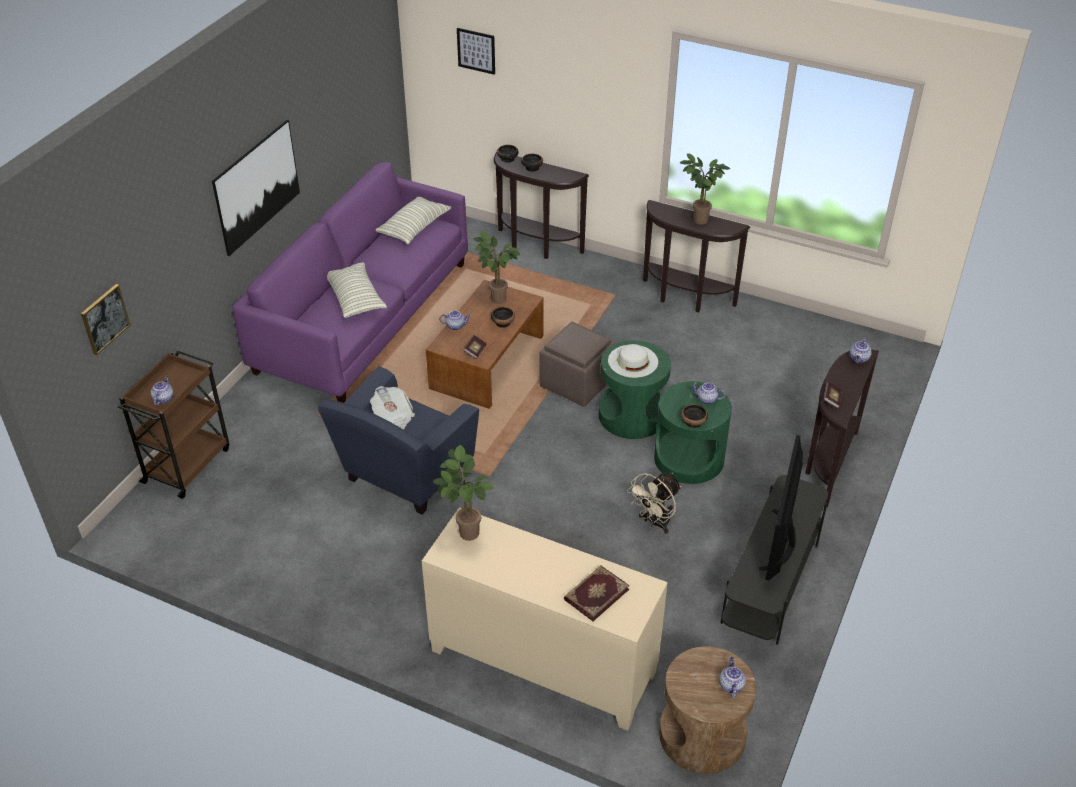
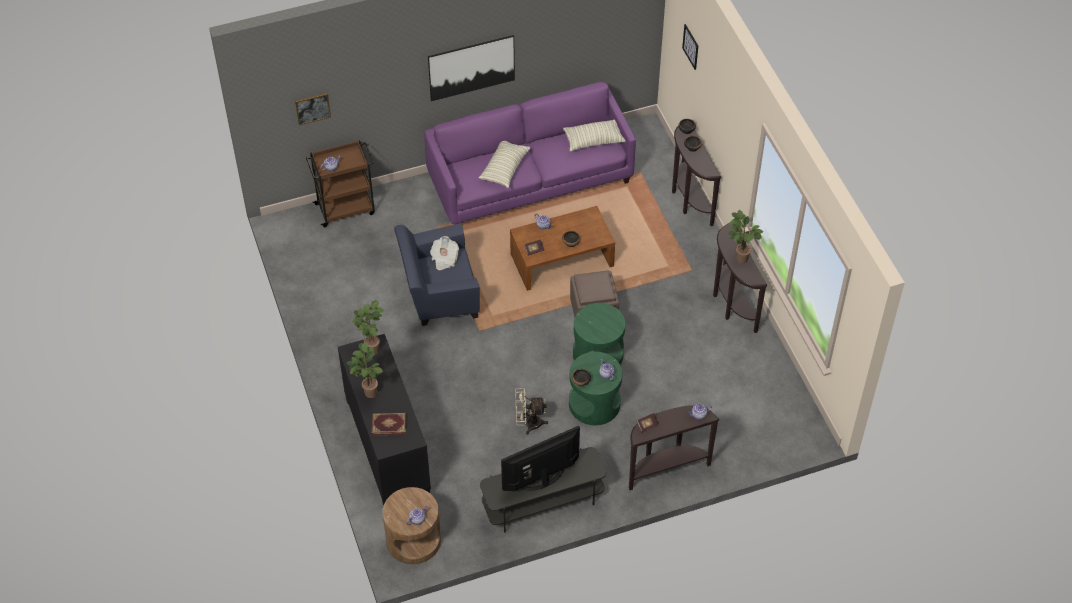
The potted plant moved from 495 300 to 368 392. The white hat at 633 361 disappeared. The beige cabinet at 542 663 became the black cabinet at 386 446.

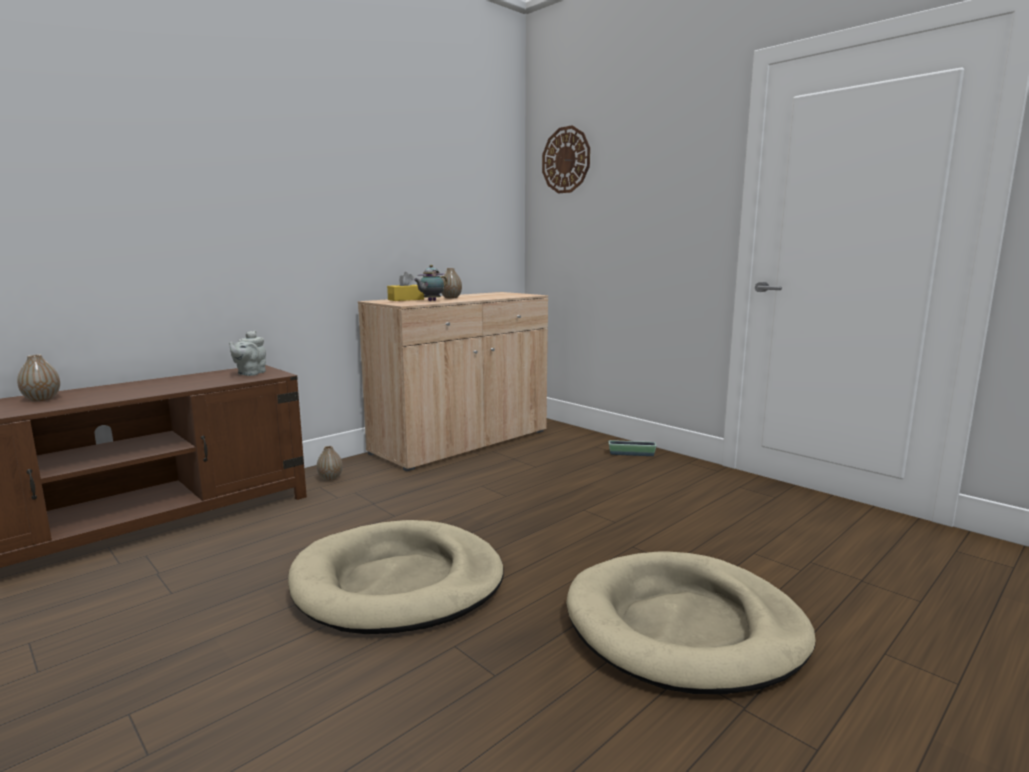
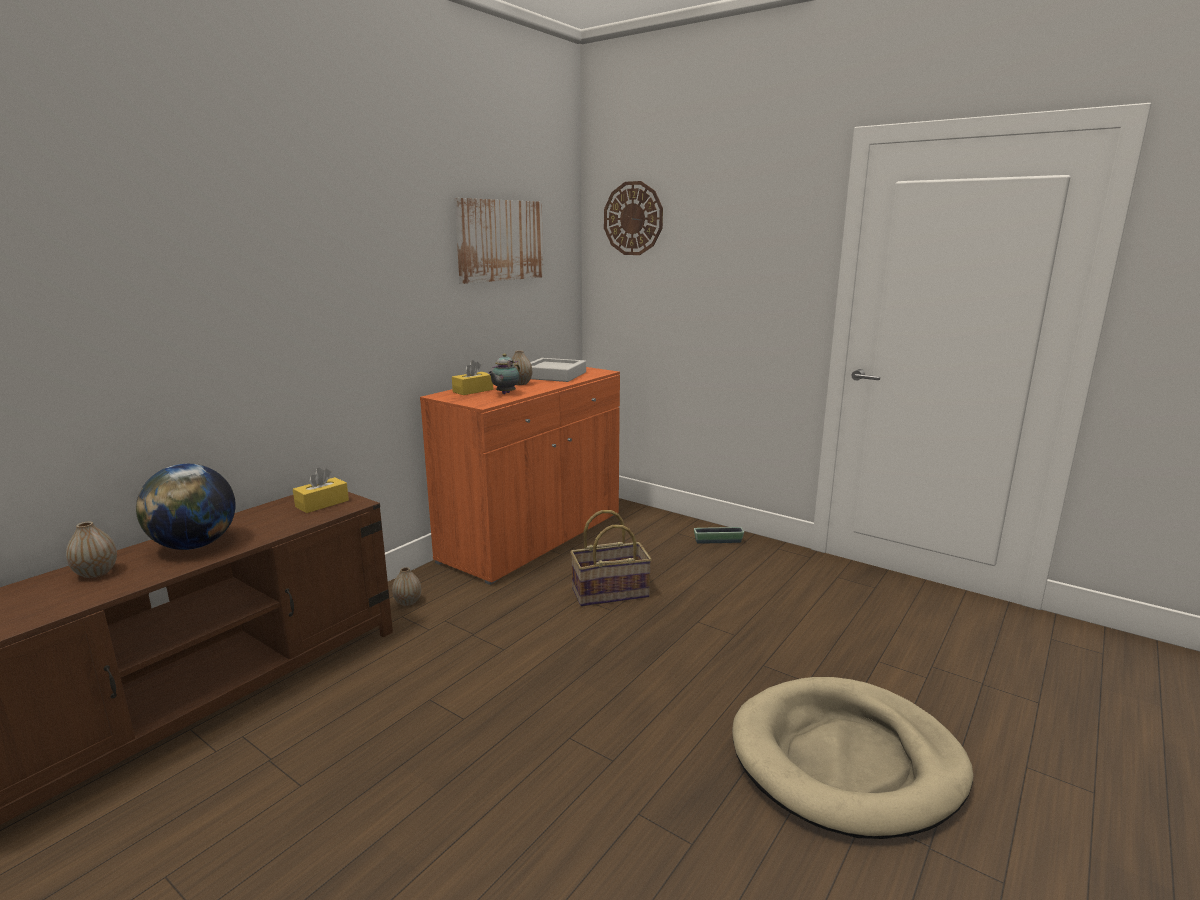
The beige cabinet at 461 442 became the orange cabinet at 533 537. The grey teapot at 250 373 was replaced by the yellow tissue box at 322 503. The beige dog bed at 398 583 disappeared. The picture at 499 240 appeared. The grey tray at 554 375 appeared. The globe at 194 545 appeared. The basket at 610 592 appeared.

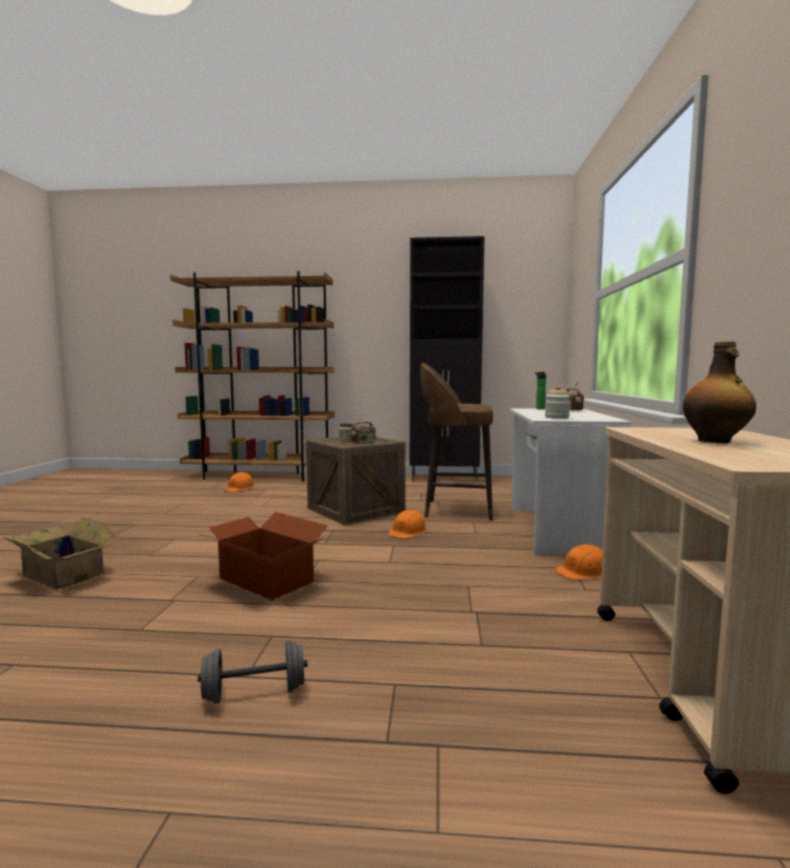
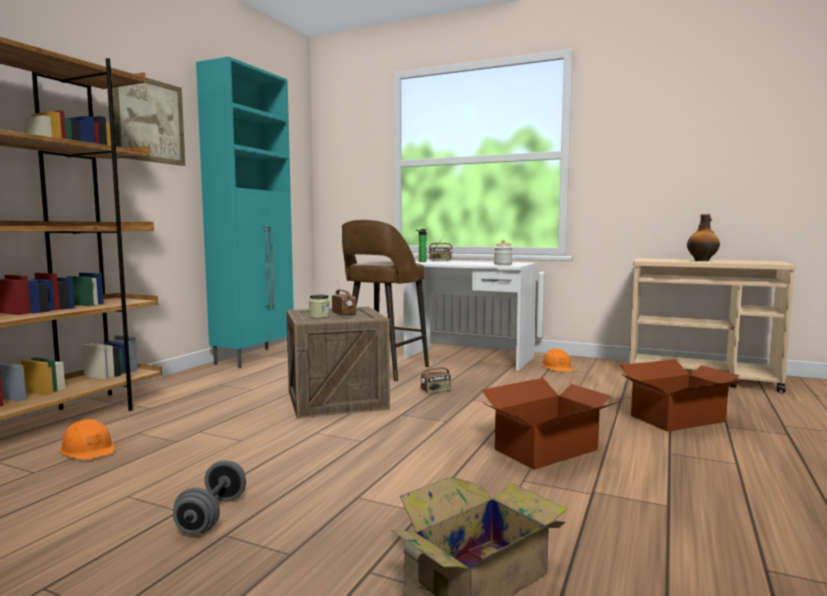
The black cabinet at 445 478 became the turquoise cabinet at 255 357. The orange hard hat at 408 531 was replaced by the radio at 436 391. The grey dumbbell moved from 254 693 to 212 515. The picture at 149 120 appeared. The cardboard box at 679 419 appeared.

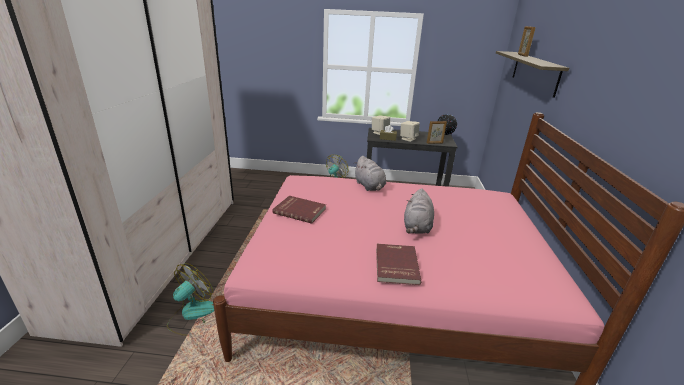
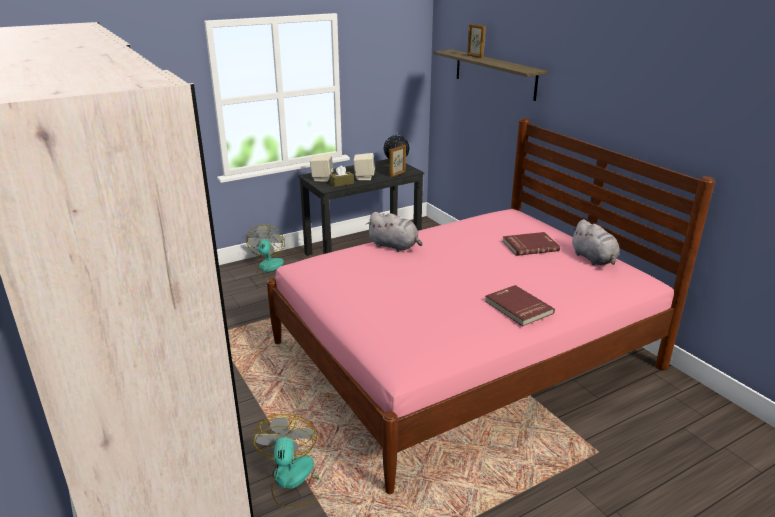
The grey plush toy moved from 417 227 to 594 259. The red book moved from 300 210 to 530 245.

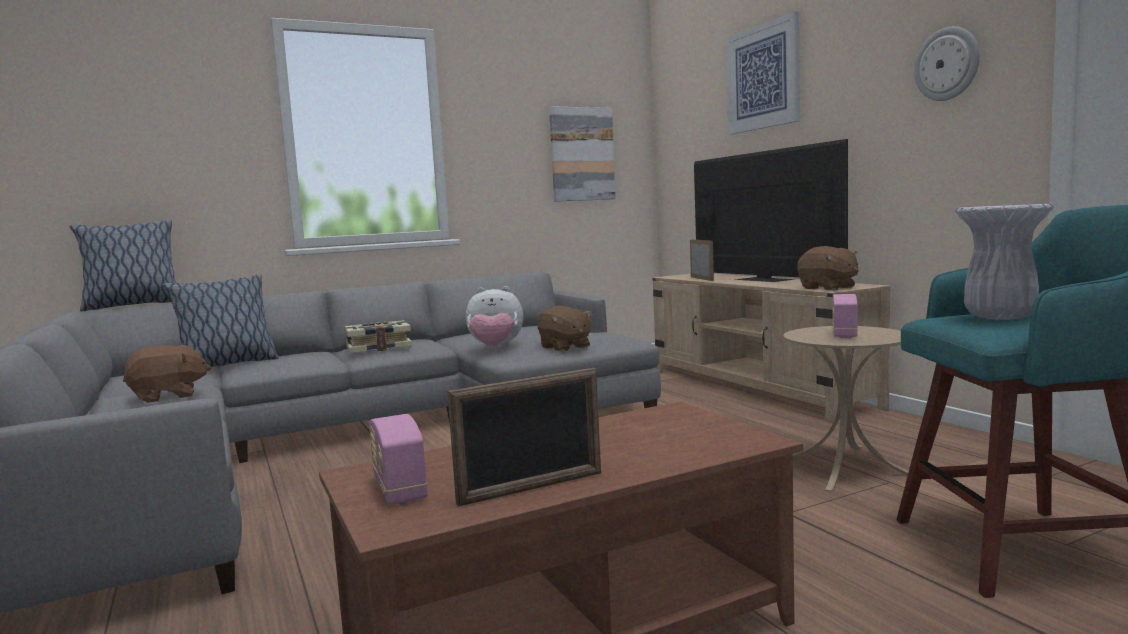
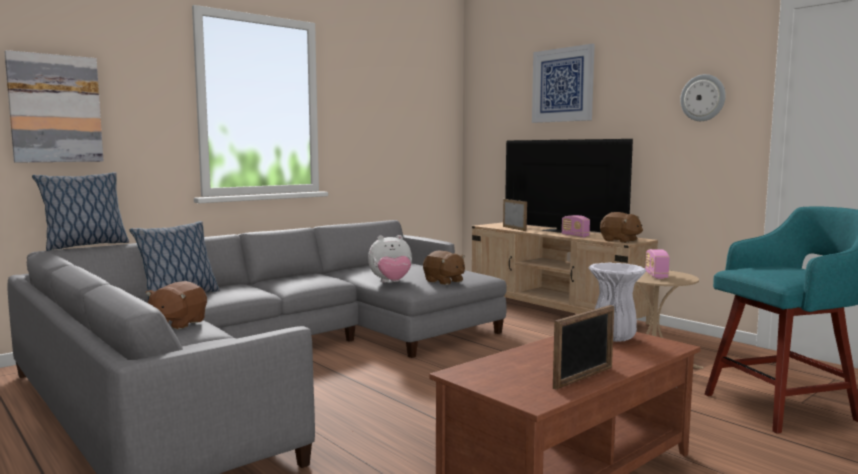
The picture moved from 582 154 to 55 109. The white vase moved from 998 317 to 613 338. The book at 378 347 disappeared. The brown plush toy at 168 396 turned 150 degrees clockwise. The radio moved from 399 489 to 575 236.

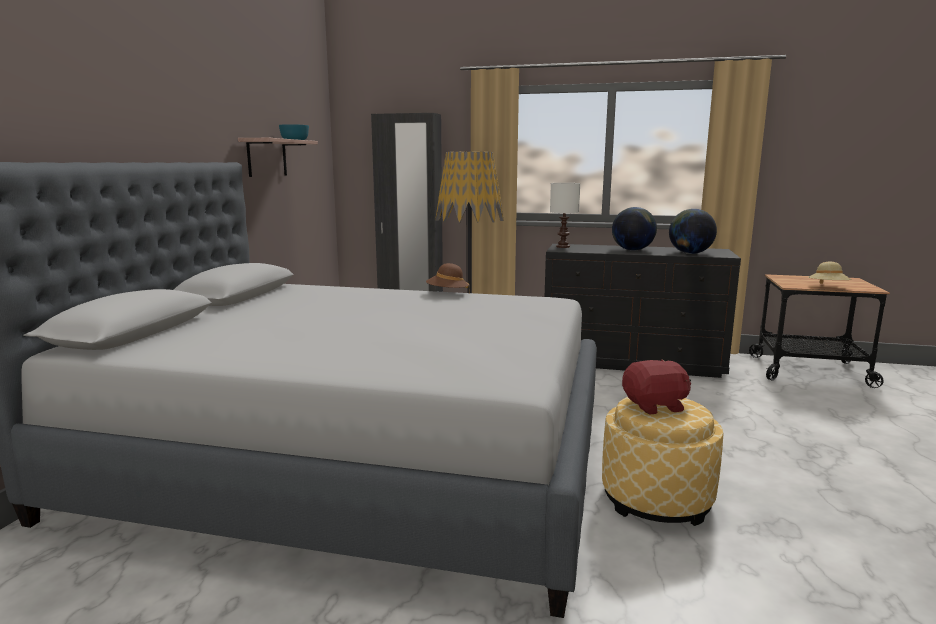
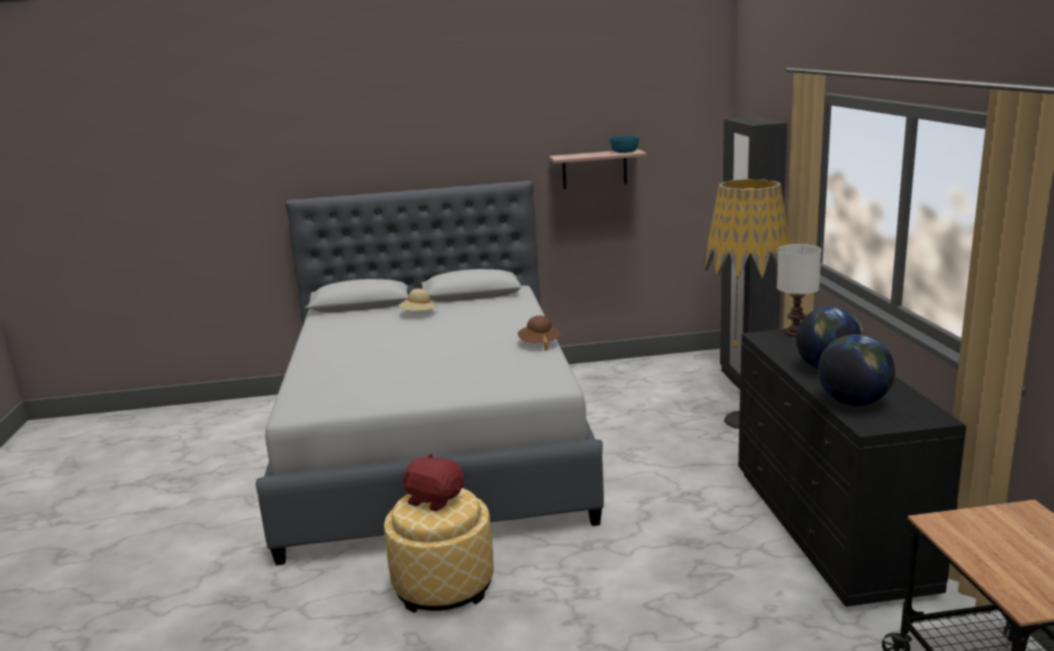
The beige hat moved from 828 287 to 418 314. The red plush toy at 655 406 turned 150 degrees clockwise.

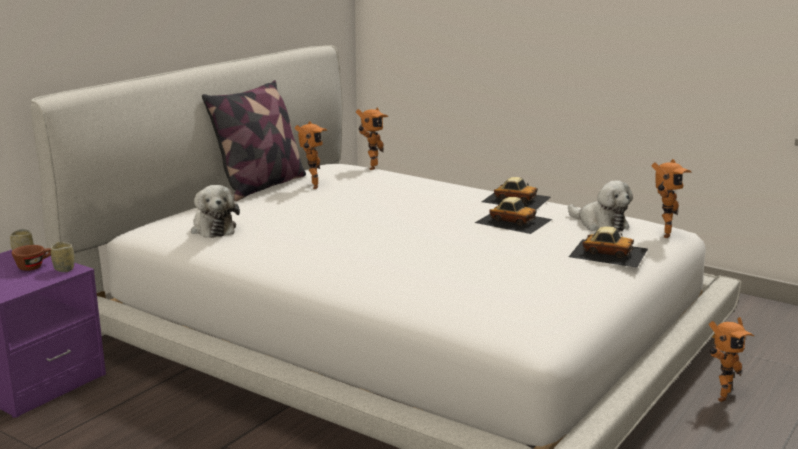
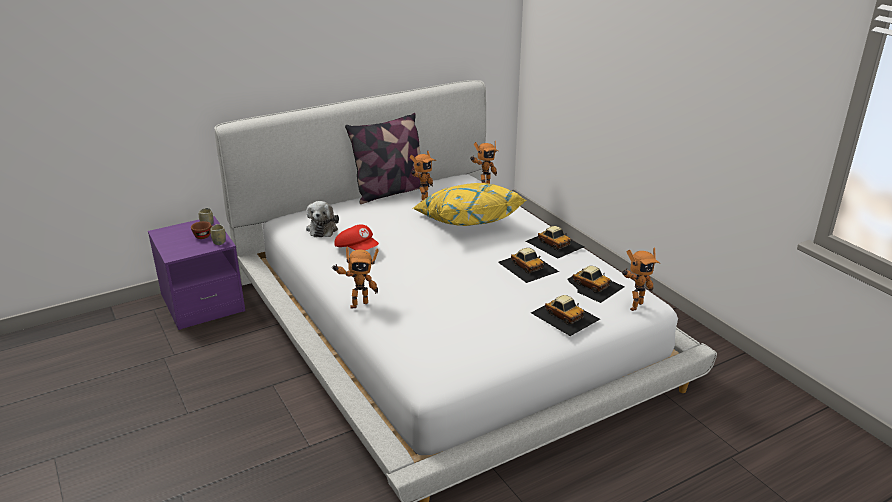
The plush toy at 600 224 was replaced by the toy car at 591 285. The toy robot moved from 720 395 to 358 304. The yellow pillow at 466 222 appeared. The red cap at 357 249 appeared.

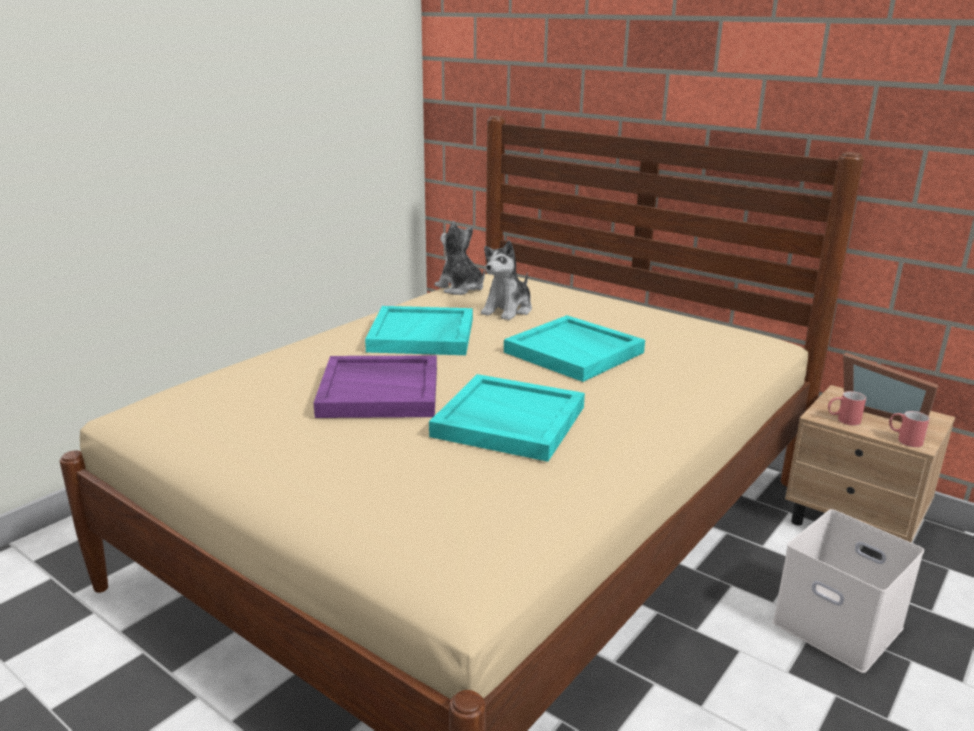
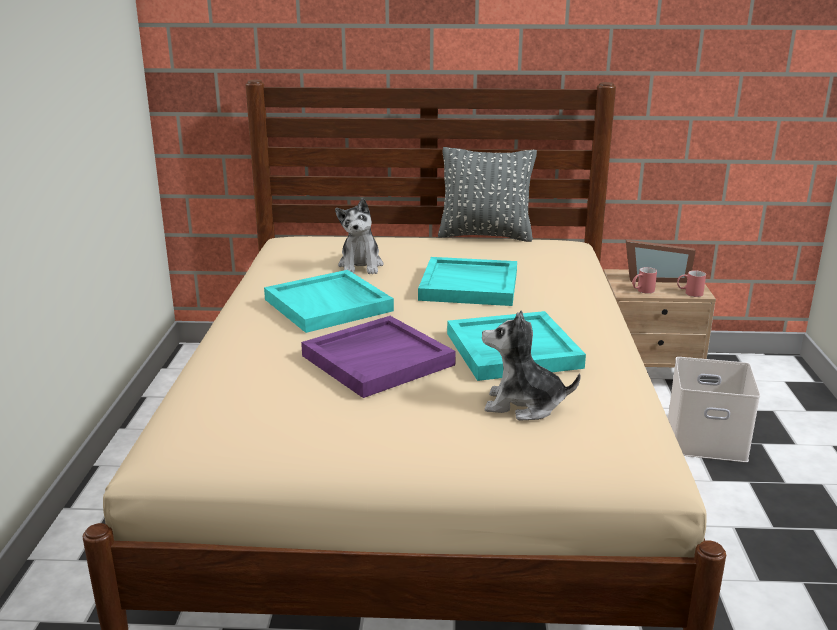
The plush toy moved from 460 288 to 523 405. The grey pillow at 485 236 appeared.

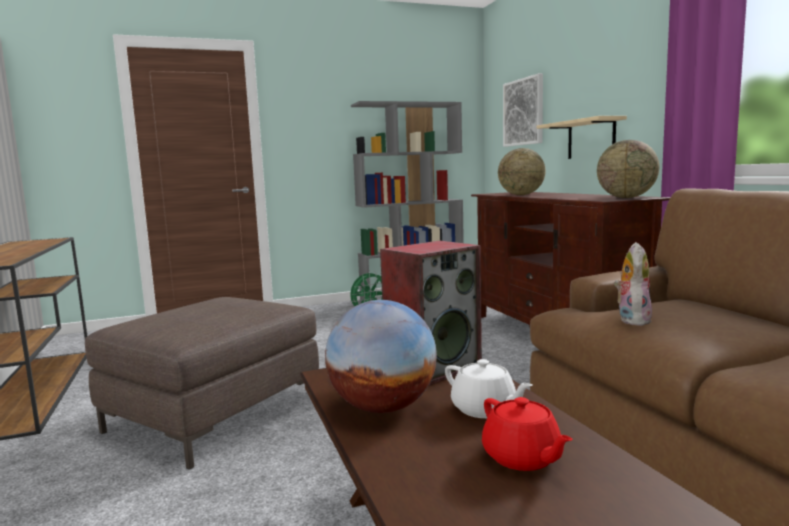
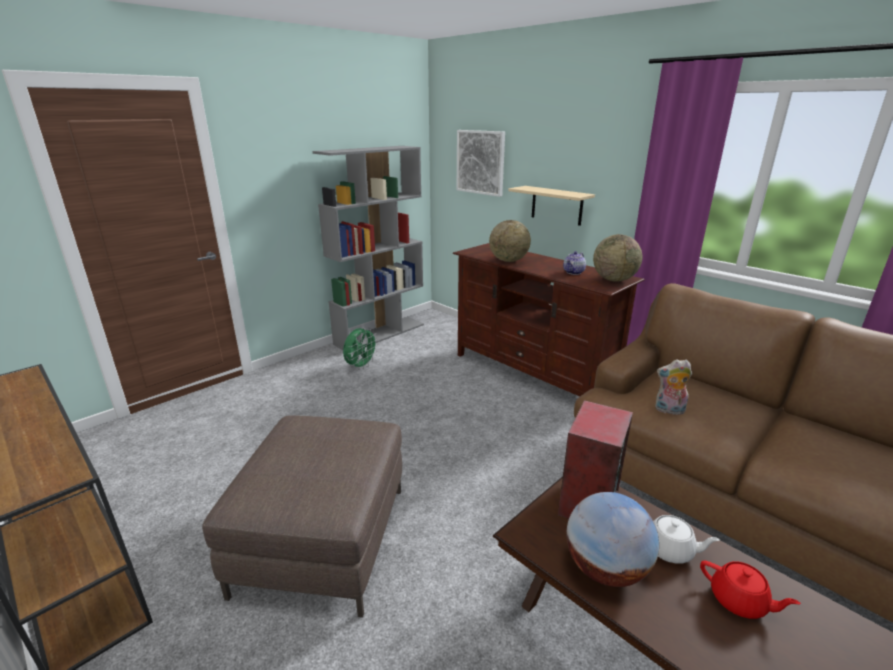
The plush toy at 631 320 turned 75 degrees counterclockwise. The teapot at 574 272 appeared.

